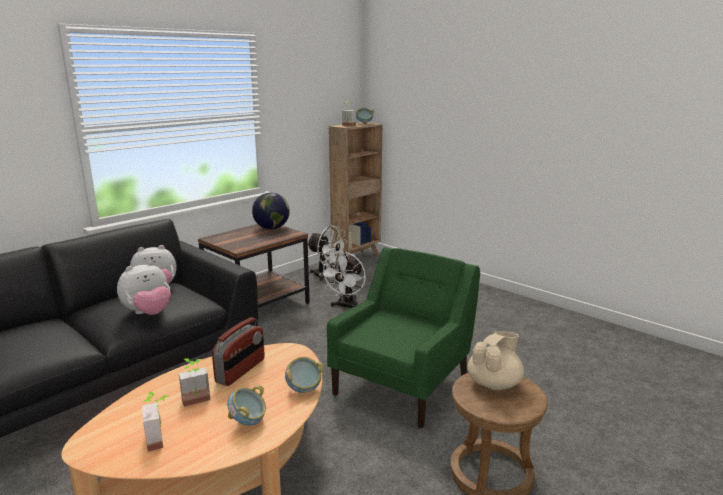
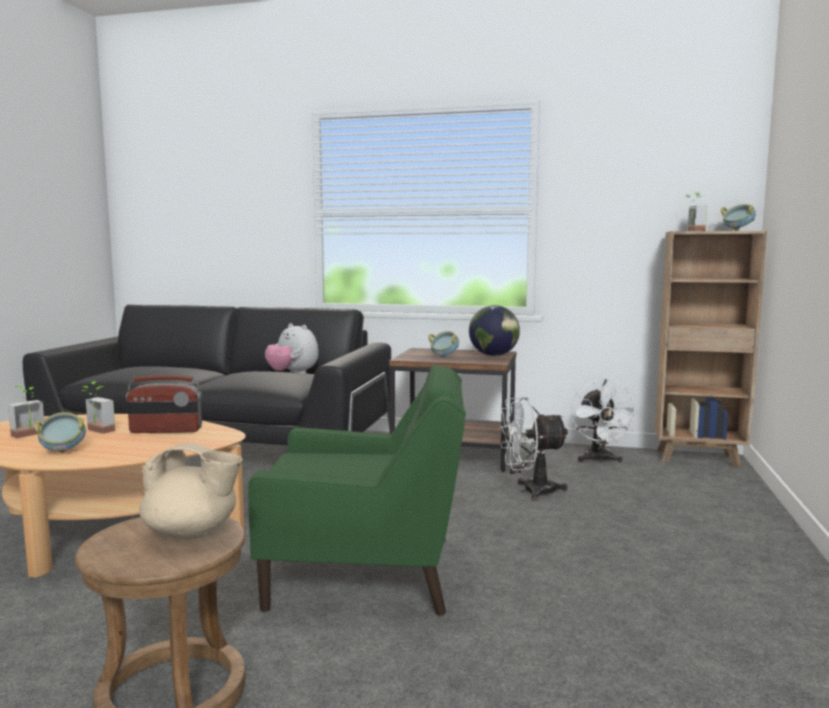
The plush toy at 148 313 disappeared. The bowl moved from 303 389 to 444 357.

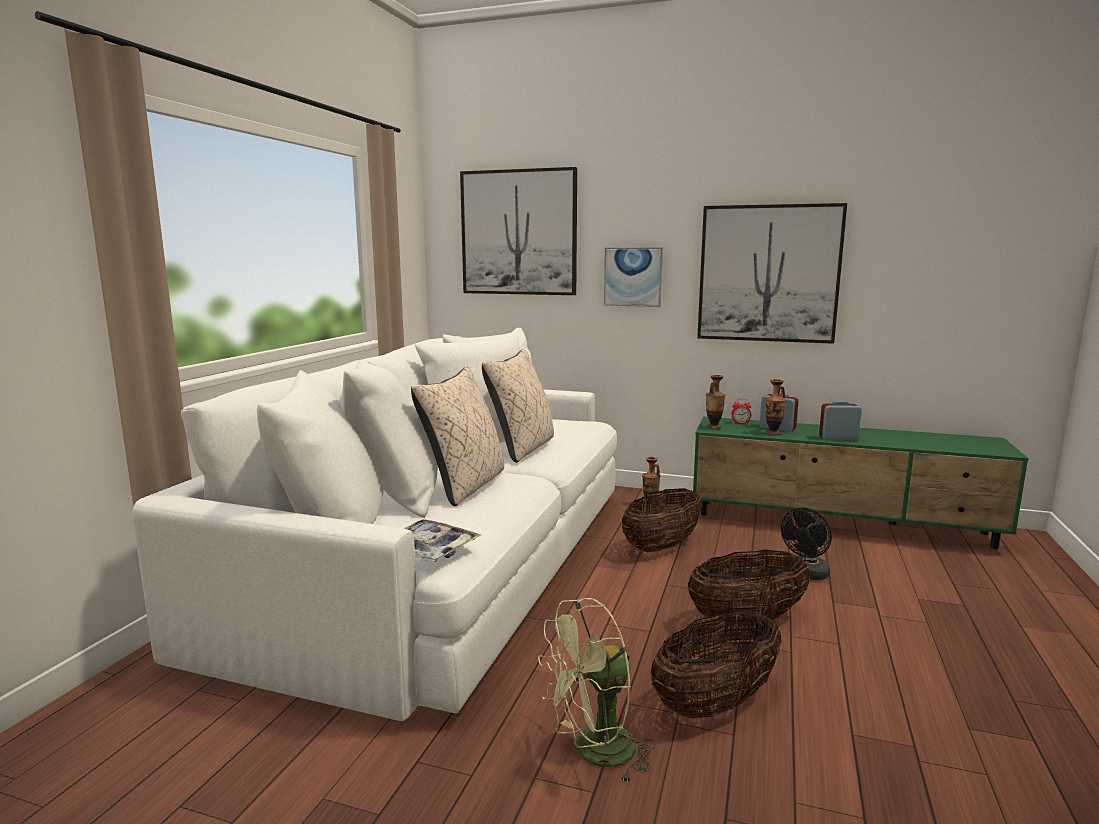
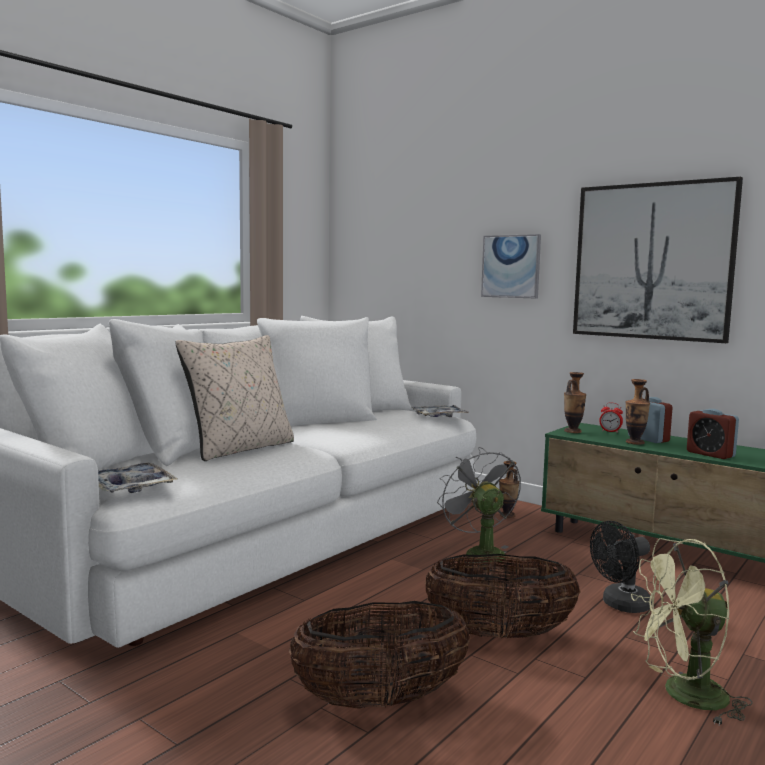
The picture at 519 233 disappeared. The beige pillow at 522 448 disappeared. The alarm clock at 838 438 turned 150 degrees counterclockwise. The basket at 661 546 was replaced by the grey fan at 479 553. The green fan moved from 594 753 to 684 696. The tray at 439 416 appeared.

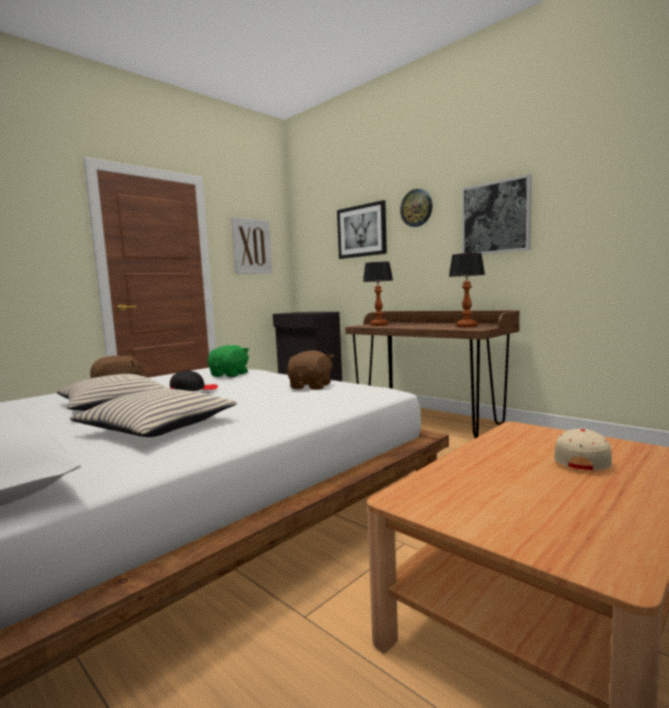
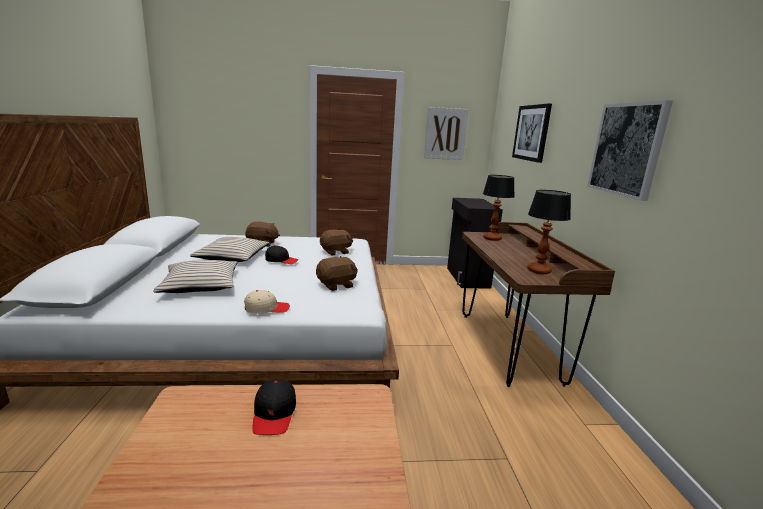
The wall clock at 416 208 disappeared. The green plush toy at 230 375 became the brown plush toy at 336 252. The beige cap moved from 582 460 to 266 308. The black cap at 274 414 appeared.

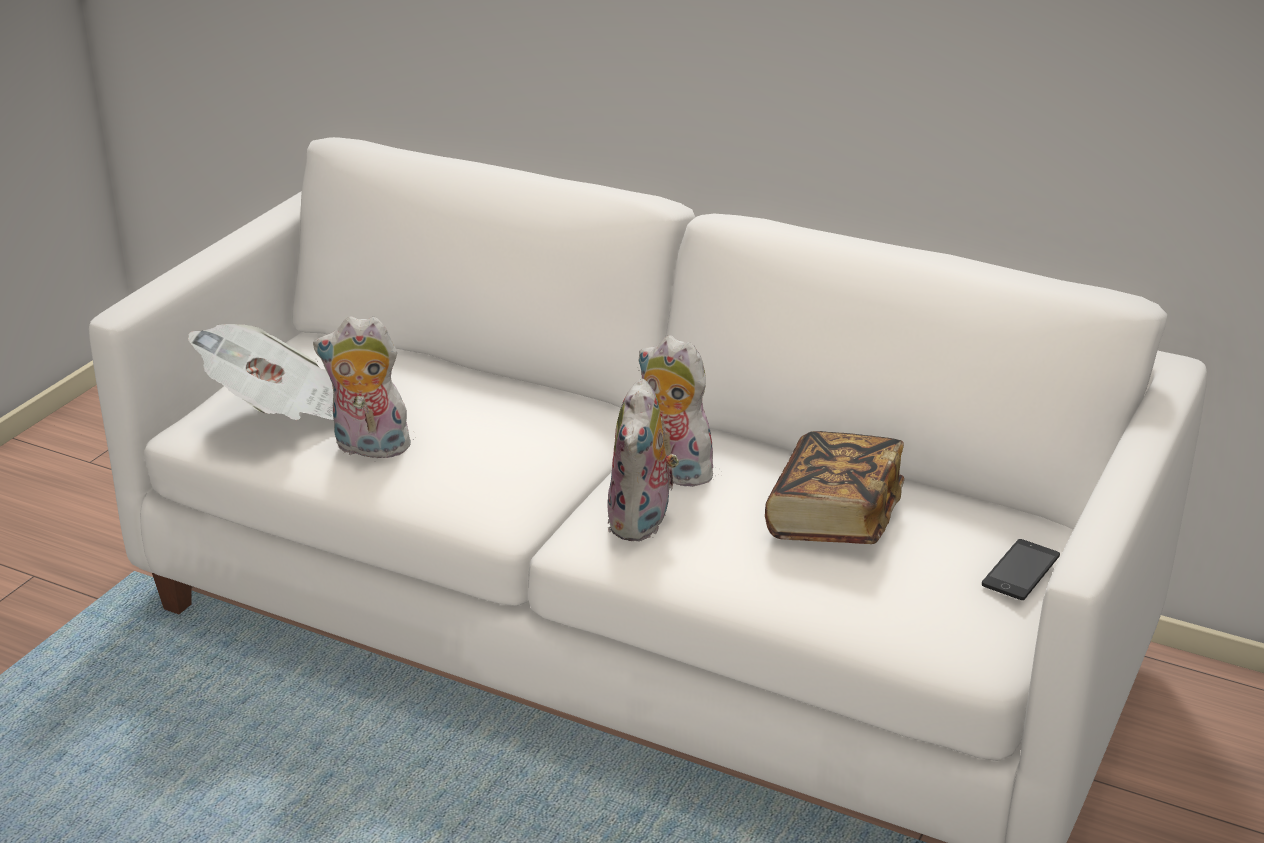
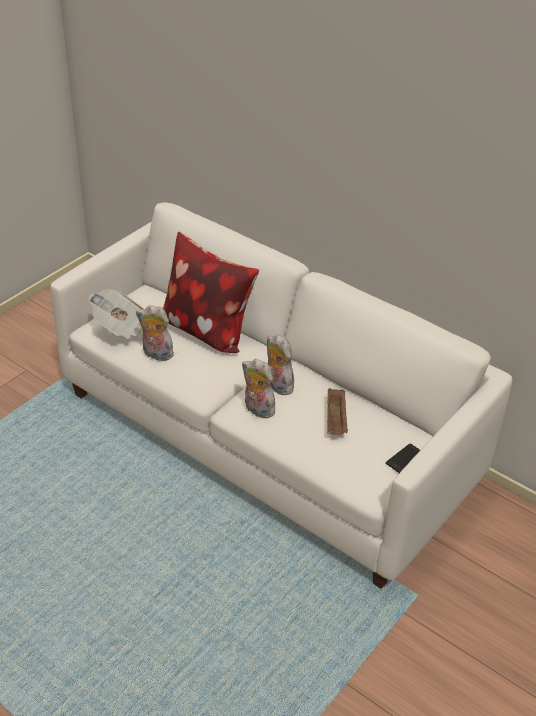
The plush toy at 642 523 turned 105 degrees clockwise. The book at 834 517 was replaced by the brown tray at 336 420. The pillow at 206 329 appeared.

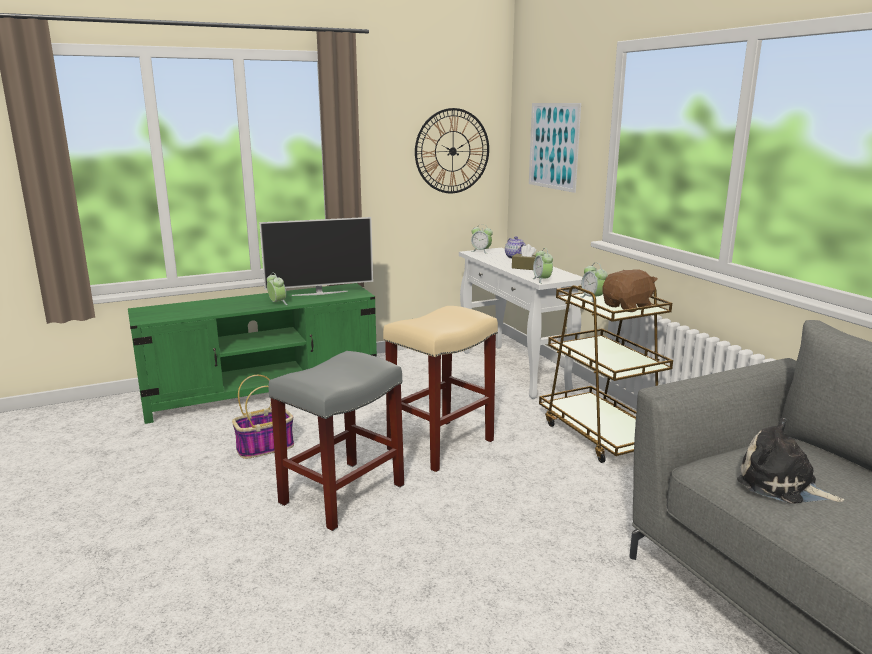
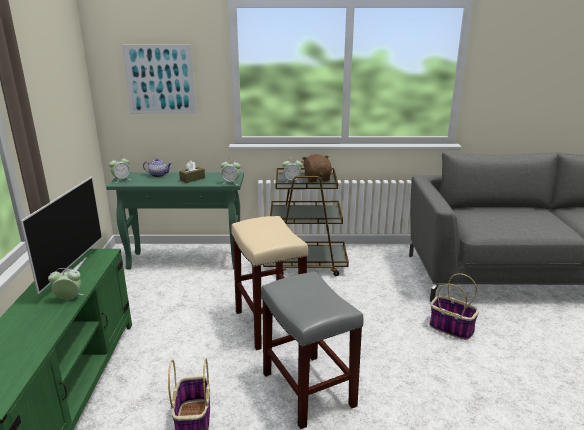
The wall clock at 452 151 disappeared. The white console table at 515 370 became the green console table at 186 260. The plush toy at 781 485 disappeared. The basket at 450 328 appeared.

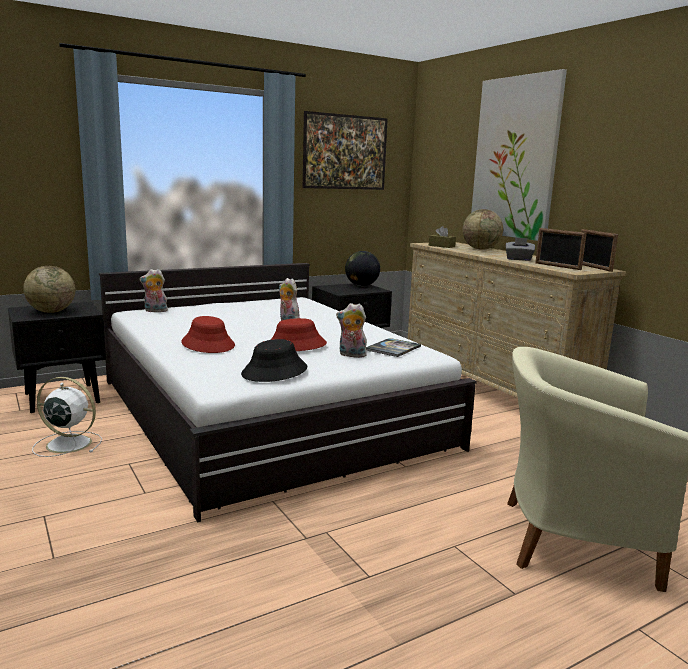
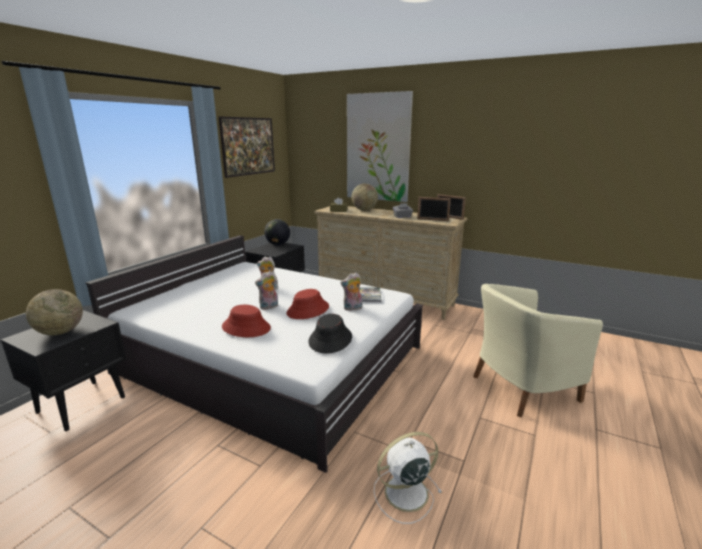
The plush toy moved from 155 311 to 269 307. The white fan moved from 67 444 to 404 493.

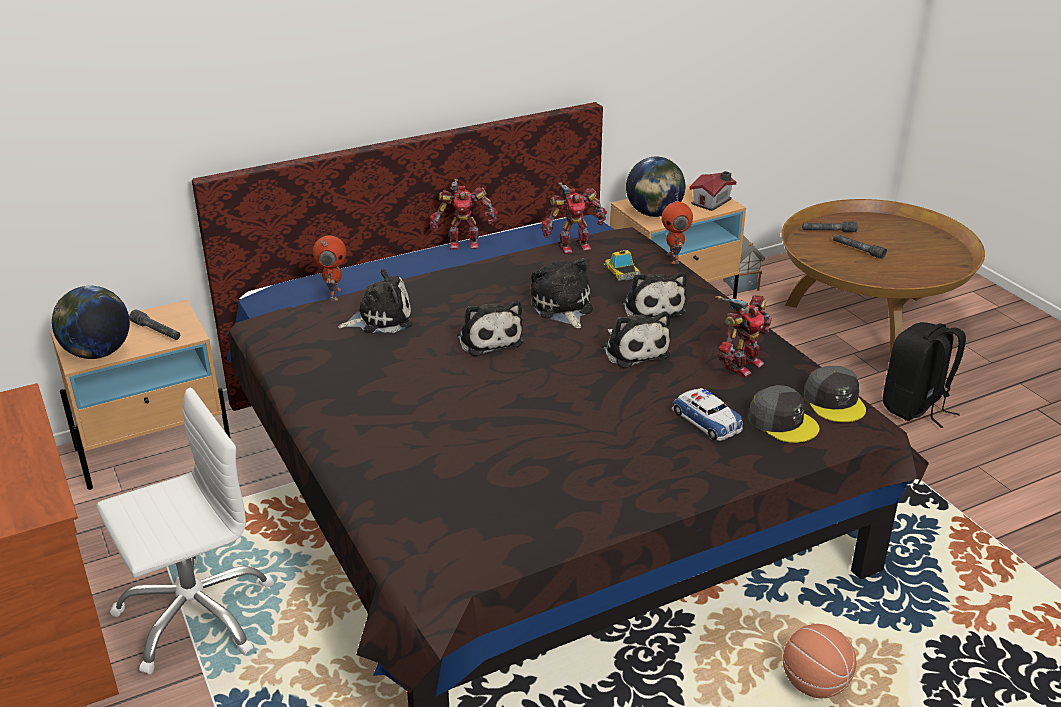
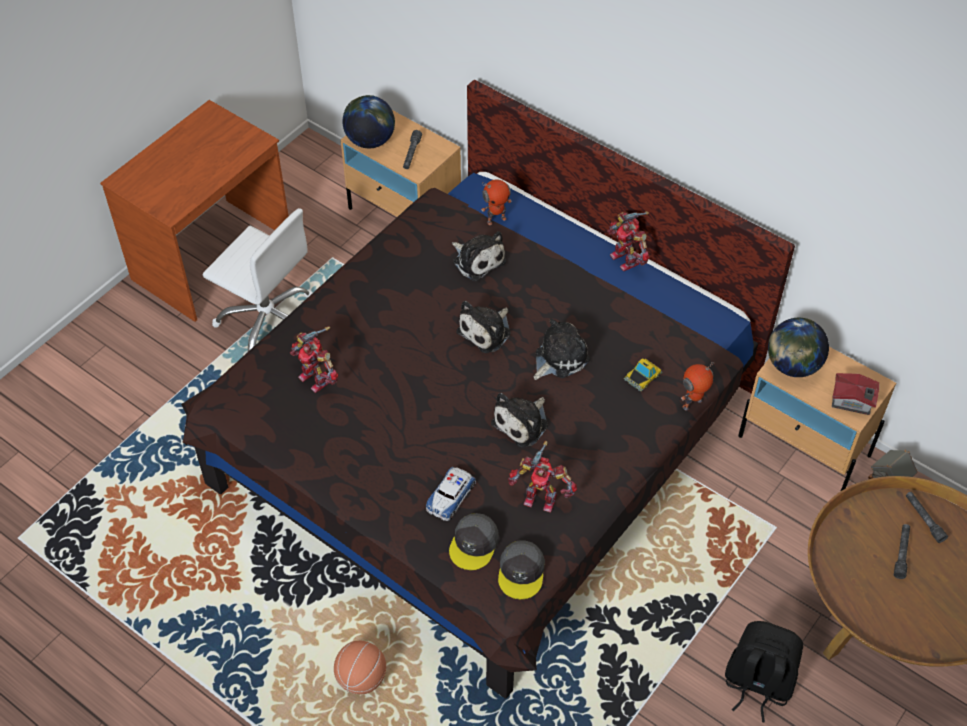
The toy robot moved from 573 246 to 316 378. The plush toy at 652 307 disappeared. The grey cap at 834 401 turned 45 degrees counterclockwise.

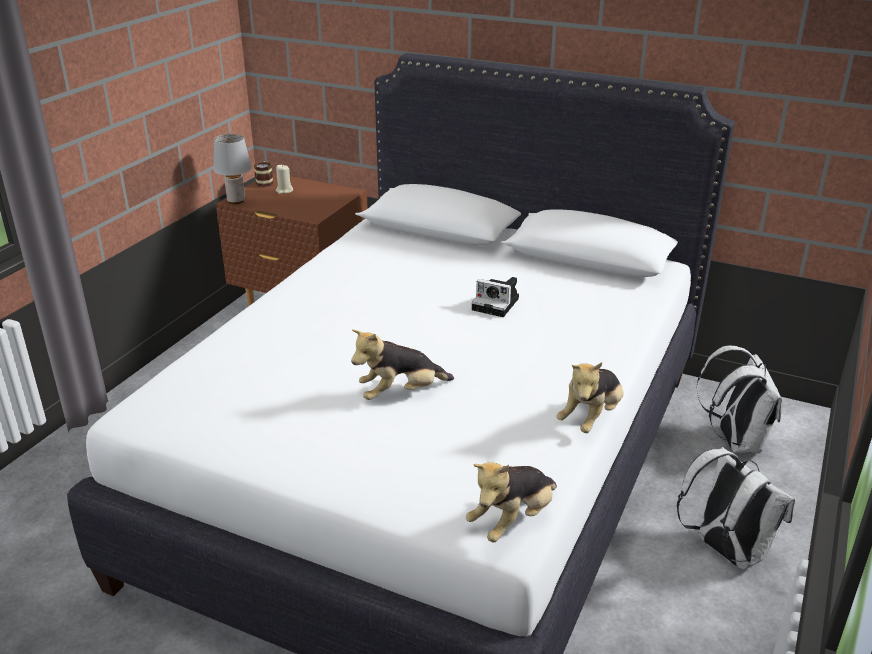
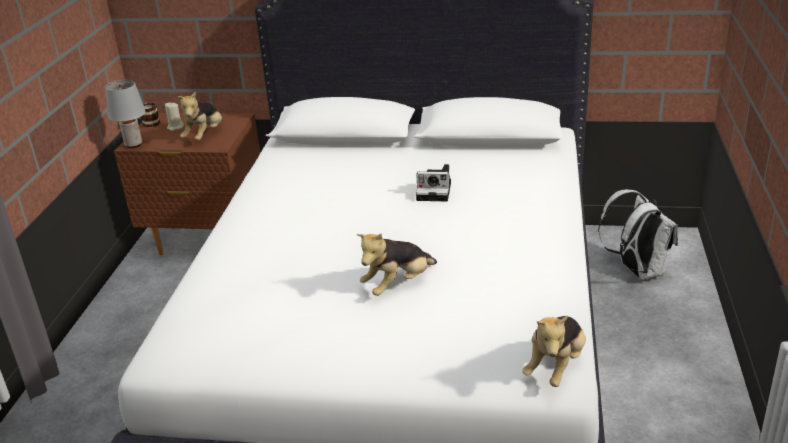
The plush toy moved from 591 418 to 205 136. The white backpack at 725 551 disappeared.

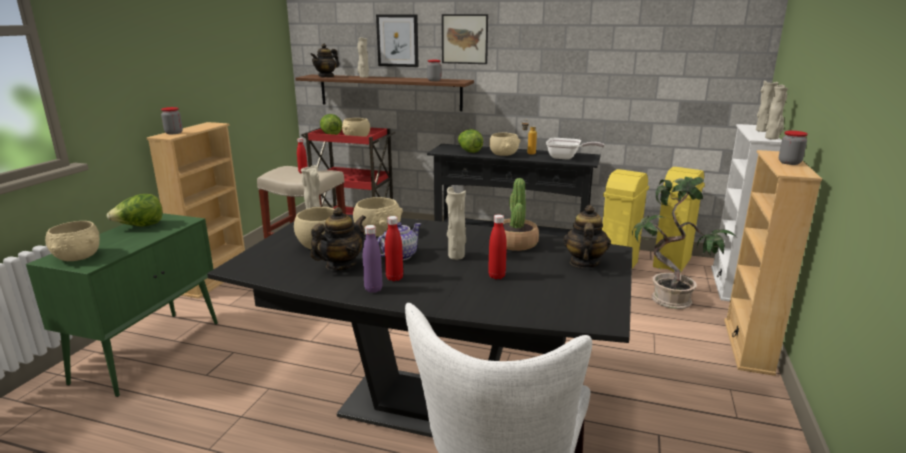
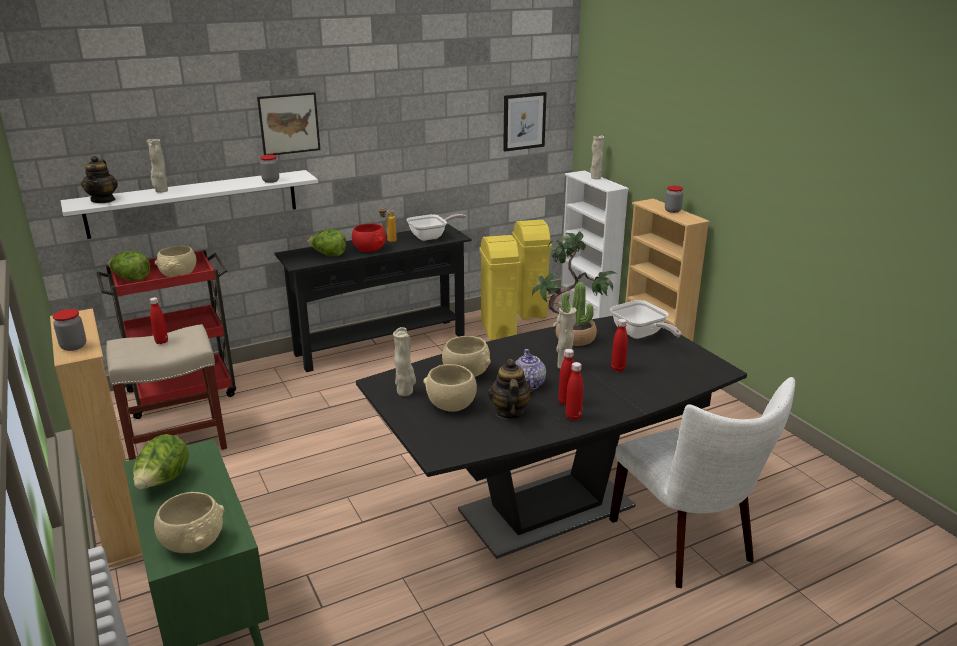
The picture moved from 397 40 to 524 121. The brown shelf at 389 92 became the white shelf at 194 203. The beige vase at 772 138 disappeared. The beige bowl at 503 154 became the red bowl at 369 249. The teapot at 584 263 was replaced by the frying pan at 640 335. The purple bottle at 373 289 became the red bottle at 573 417.

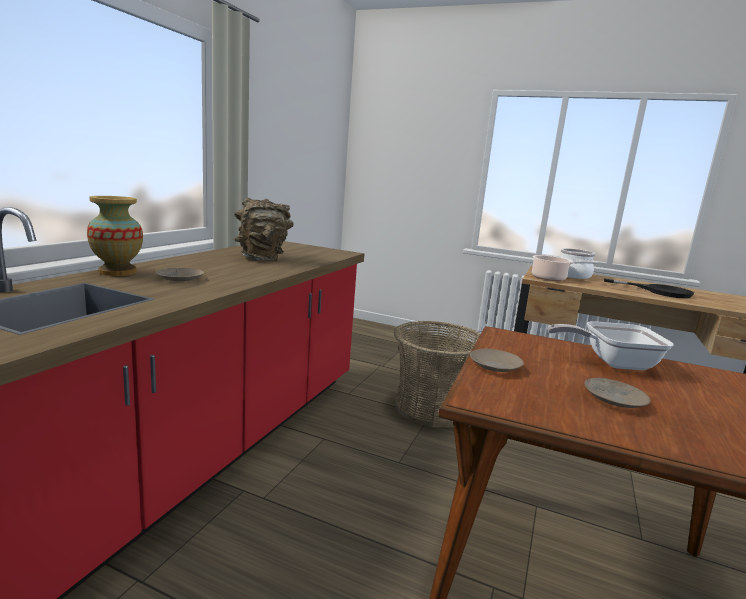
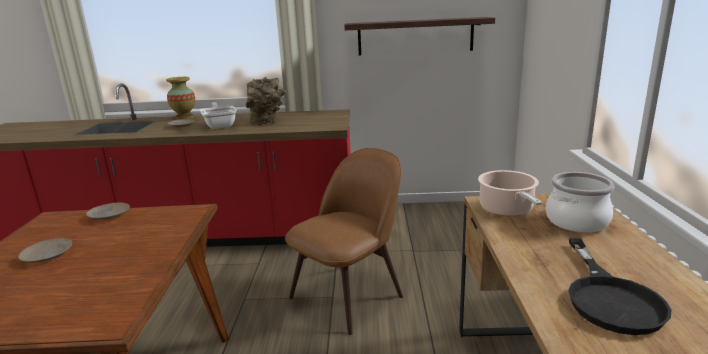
The basket at 432 408 was replaced by the brown chair at 349 294. The frying pan moved from 611 362 to 220 125. The shelf at 415 36 appeared.

